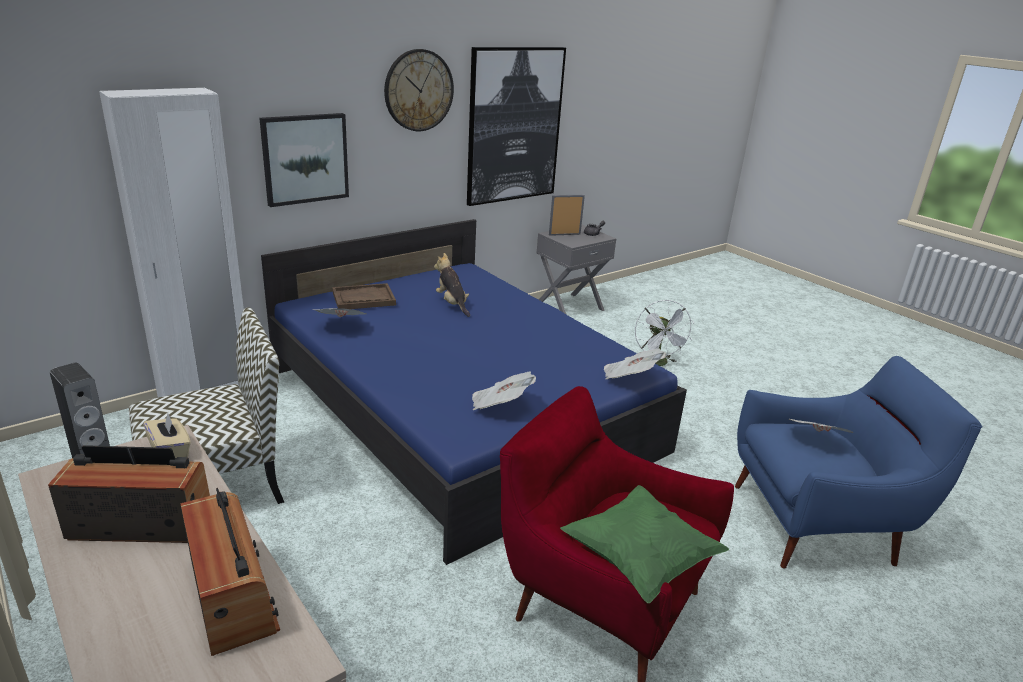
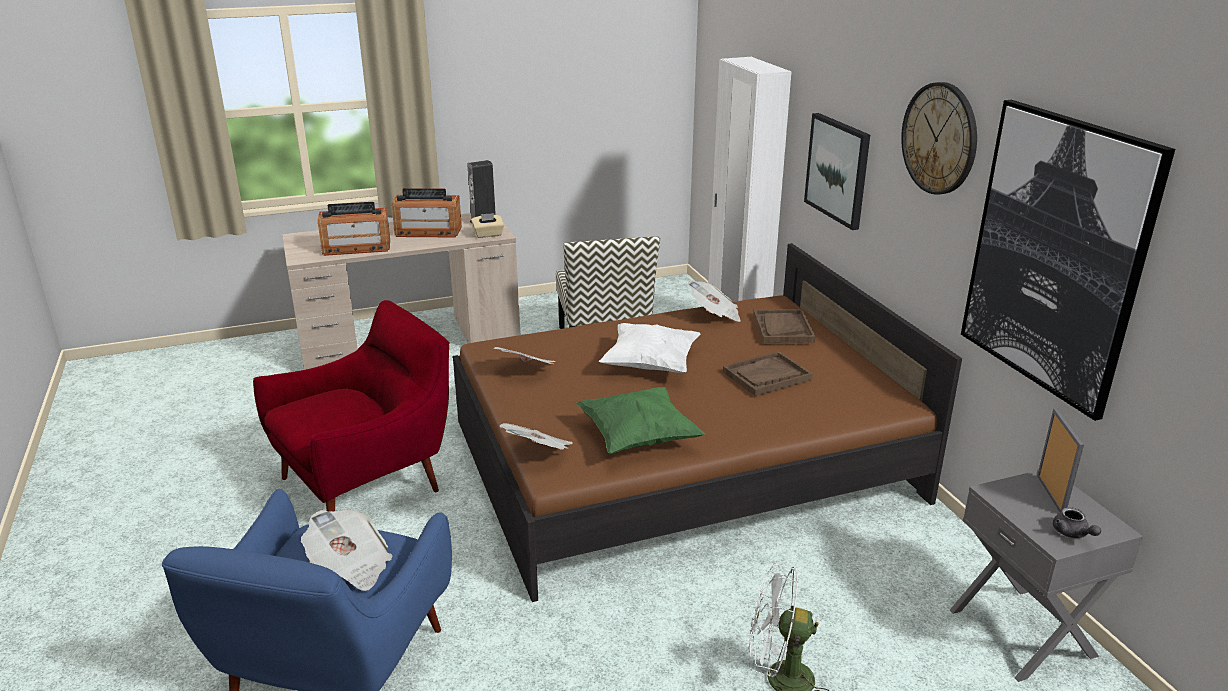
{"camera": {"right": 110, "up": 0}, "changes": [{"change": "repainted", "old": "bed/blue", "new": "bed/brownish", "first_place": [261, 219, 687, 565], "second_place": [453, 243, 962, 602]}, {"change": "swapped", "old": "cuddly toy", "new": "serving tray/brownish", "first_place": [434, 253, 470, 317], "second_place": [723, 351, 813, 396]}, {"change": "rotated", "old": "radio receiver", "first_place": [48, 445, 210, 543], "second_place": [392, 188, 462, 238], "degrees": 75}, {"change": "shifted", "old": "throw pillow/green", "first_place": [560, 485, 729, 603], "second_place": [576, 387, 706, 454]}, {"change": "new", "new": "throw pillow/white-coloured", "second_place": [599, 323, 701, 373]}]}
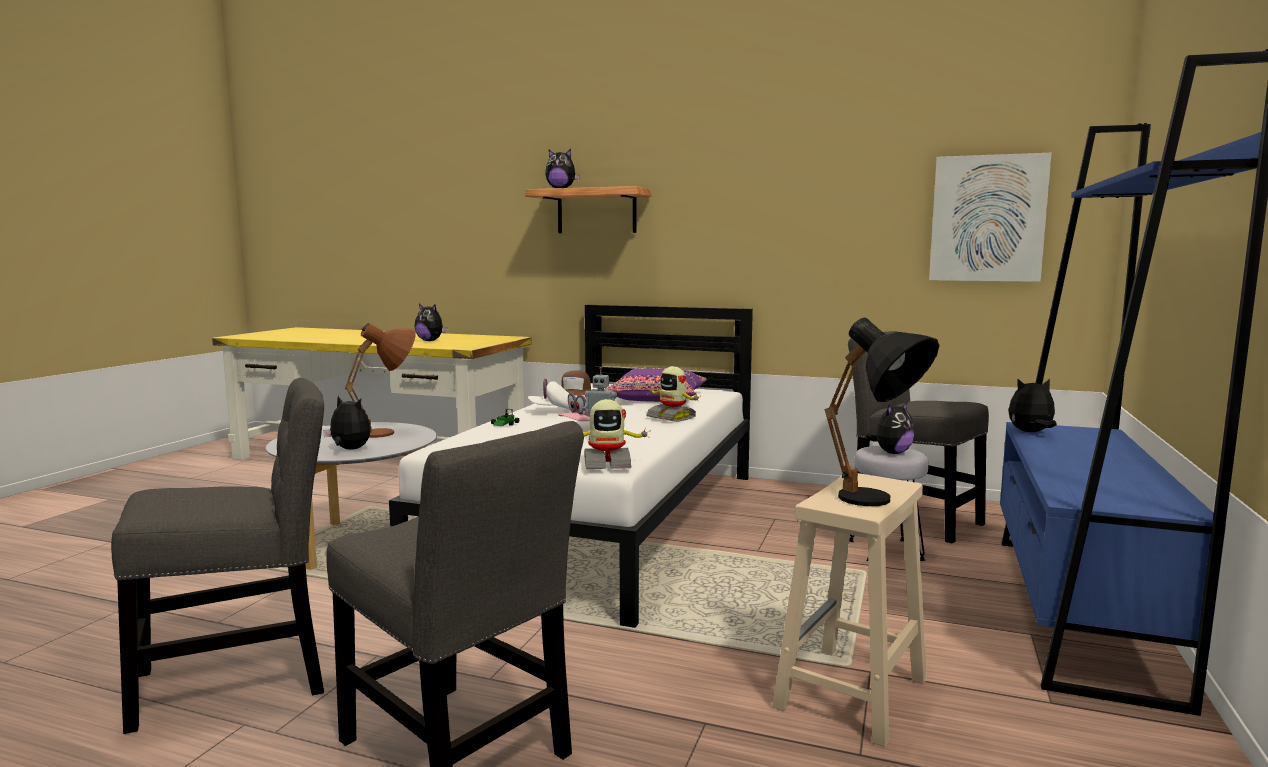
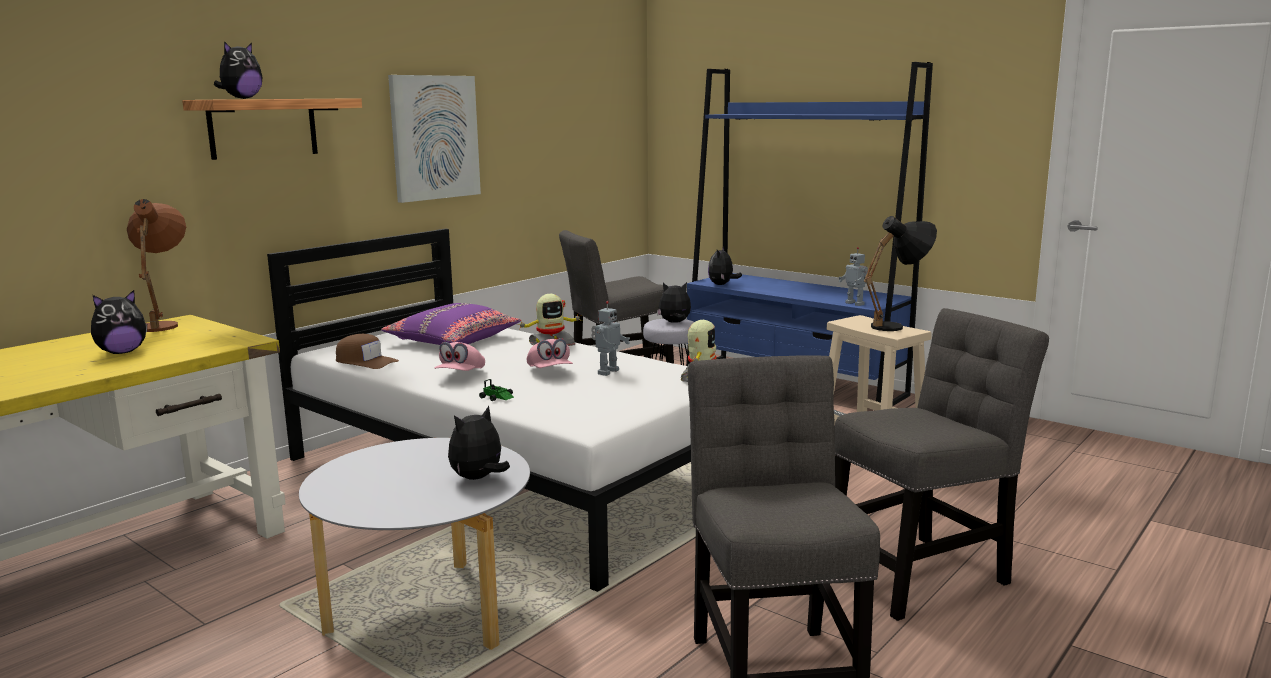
{"camera": {"right": -70, "up": 5}, "changes": [{"change": "shifted", "old": "wall art", "first_place": [929, 153, 1052, 282], "second_place": [388, 75, 481, 203]}, {"change": "shifted", "old": "table lamp/brownish", "first_place": [345, 323, 416, 438], "second_place": [127, 199, 186, 332]}, {"change": "repainted", "old": "peaked cap/white-coloured", "new": "peaked cap/pinkish", "first_place": [528, 379, 576, 410], "second_place": [435, 342, 485, 371]}, {"change": "rotated", "old": "cuddly toy", "first_place": [866, 401, 915, 454], "second_place": [657, 282, 691, 323], "degrees": -75}, {"change": "new", "new": "robot figure", "second_place": [838, 247, 868, 306]}]}
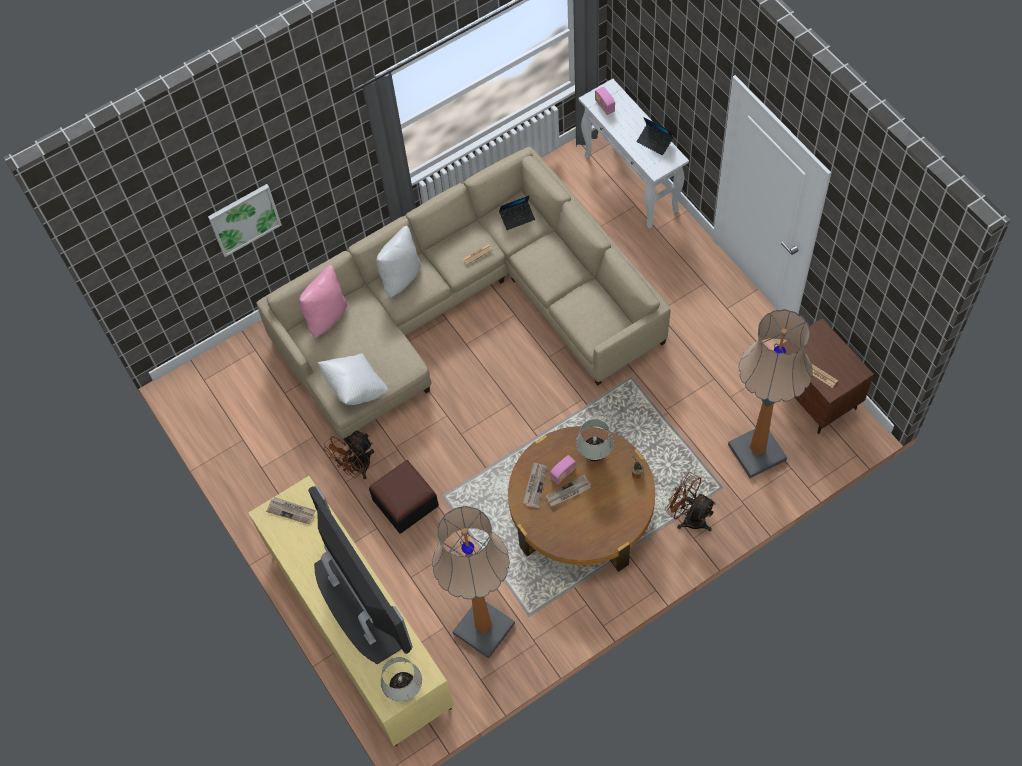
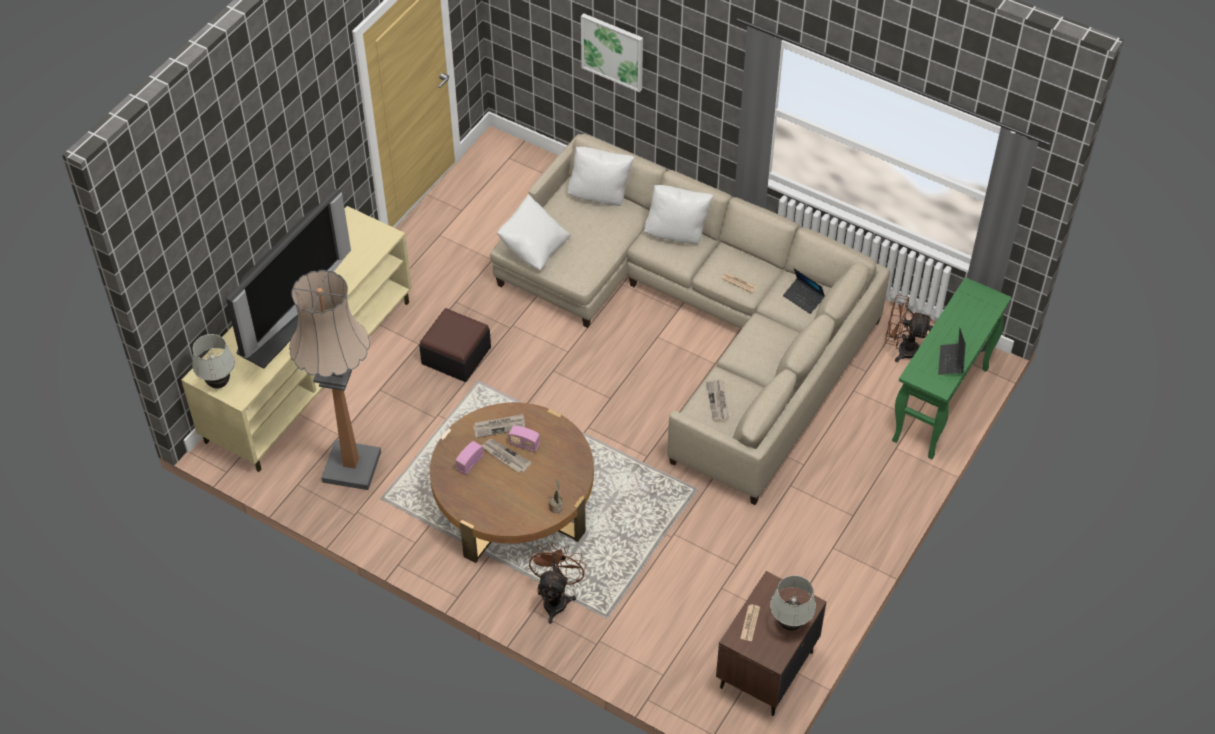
{"camera": {"right": 60, "up": -10}, "changes": [{"change": "repainted", "old": "hall table/white-coloured", "new": "hall table/green", "first_place": [579, 79, 689, 229], "second_place": [892, 277, 1012, 459]}, {"change": "shifted", "old": "radio receiver", "first_place": [595, 87, 615, 115], "second_place": [456, 441, 483, 475]}, {"change": "repainted", "old": "throw pillow/pinkish", "new": "throw pillow/white-coloured", "first_place": [299, 265, 347, 338], "second_place": [567, 147, 634, 206]}, {"change": "gone", "old": "floor lamp", "first_place": [728, 309, 813, 478]}, {"change": "shifted", "old": "table lamp/white-coloured", "first_place": [576, 419, 614, 461], "second_place": [770, 575, 816, 631]}, {"change": "shifted", "old": "electric fan/brownish", "first_place": [324, 430, 374, 480], "second_place": [885, 295, 933, 362]}, {"change": "shifted", "old": "daily paper", "first_place": [266, 497, 316, 524], "second_place": [706, 379, 729, 421]}]}
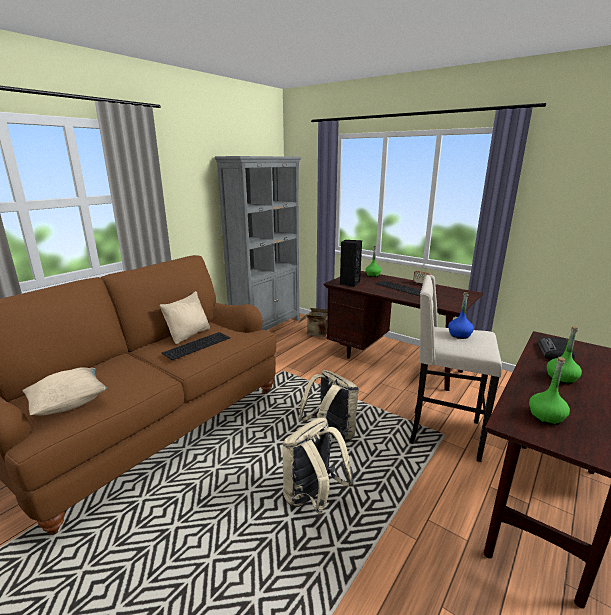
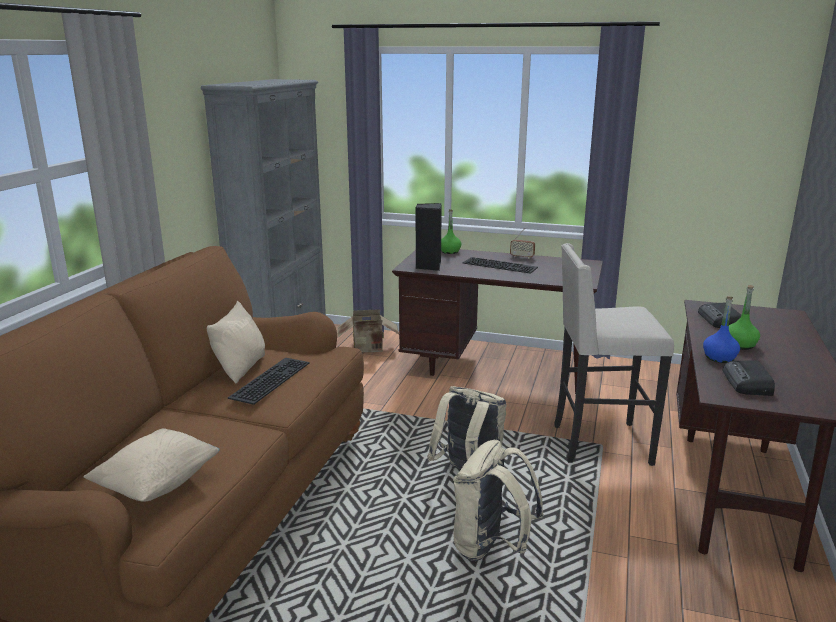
{"camera": {"right": -20, "up": 0}, "changes": [{"change": "shifted", "old": "beverage bottle/blue", "first_place": [448, 292, 474, 339], "second_place": [703, 296, 740, 363]}, {"change": "swapped", "old": "beverage bottle/green", "new": "radio receiver", "first_place": [529, 357, 570, 425], "second_place": [722, 360, 775, 396]}]}
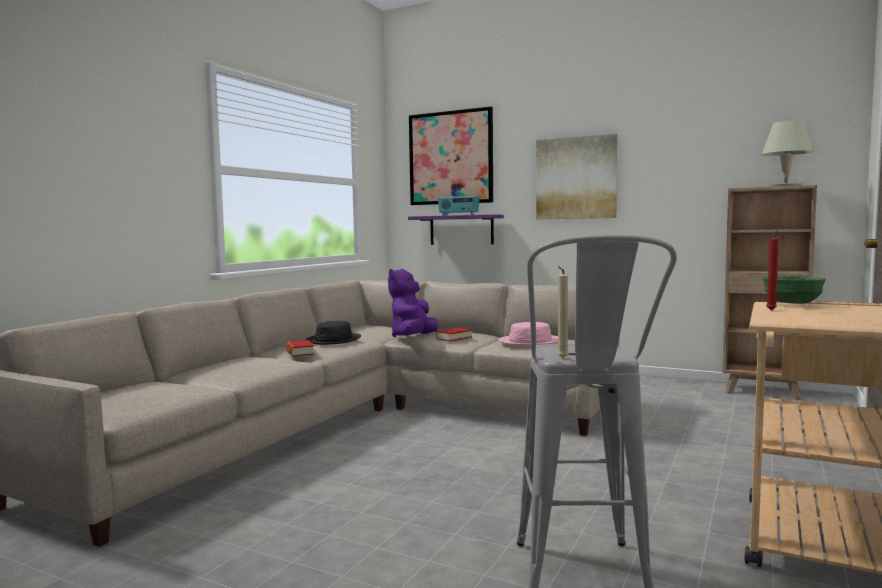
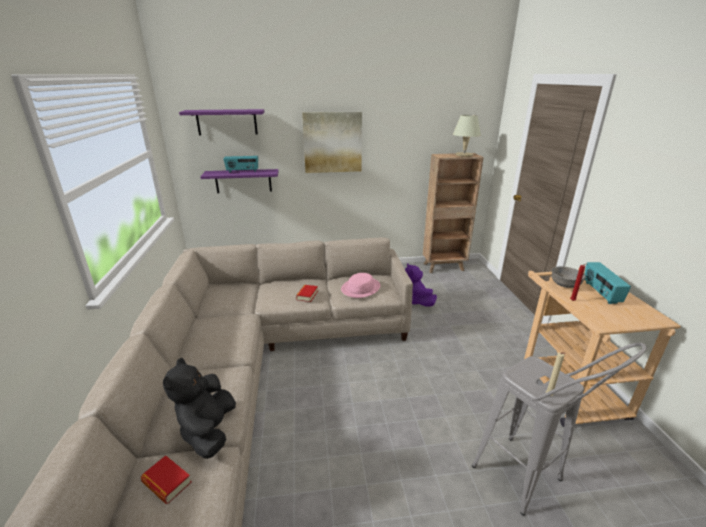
{"camera": {"right": -35, "up": 20}, "changes": [{"change": "swapped", "old": "wall art", "new": "bracket shelf/purple", "first_place": [409, 107, 493, 205], "second_place": [179, 109, 264, 136]}, {"change": "shifted", "old": "cuddly toy/purple", "first_place": [388, 269, 438, 337], "second_place": [405, 263, 437, 307]}, {"change": "repainted", "old": "deep dish/green", "new": "deep dish/grey", "first_place": [763, 275, 826, 304], "second_place": [551, 266, 586, 288]}, {"change": "gone", "old": "hat/black", "first_place": [306, 321, 361, 345]}, {"change": "shifted", "old": "volume", "first_place": [285, 340, 314, 356], "second_place": [140, 455, 191, 504]}, {"change": "new", "new": "radio receiver", "second_place": [584, 262, 631, 304]}, {"change": "new", "new": "cuddly toy/black", "second_place": [163, 358, 236, 459]}]}
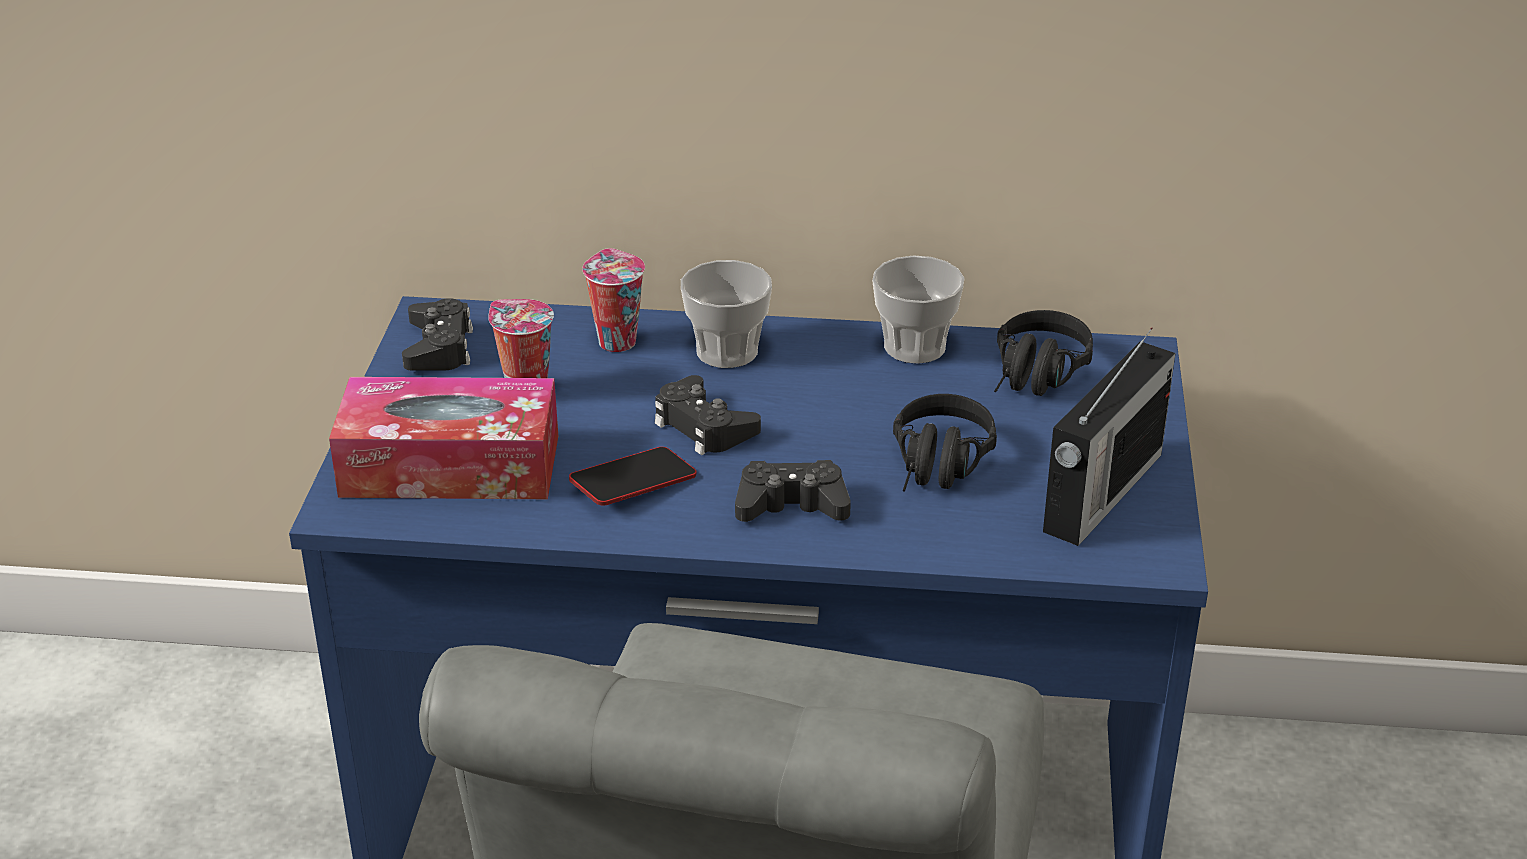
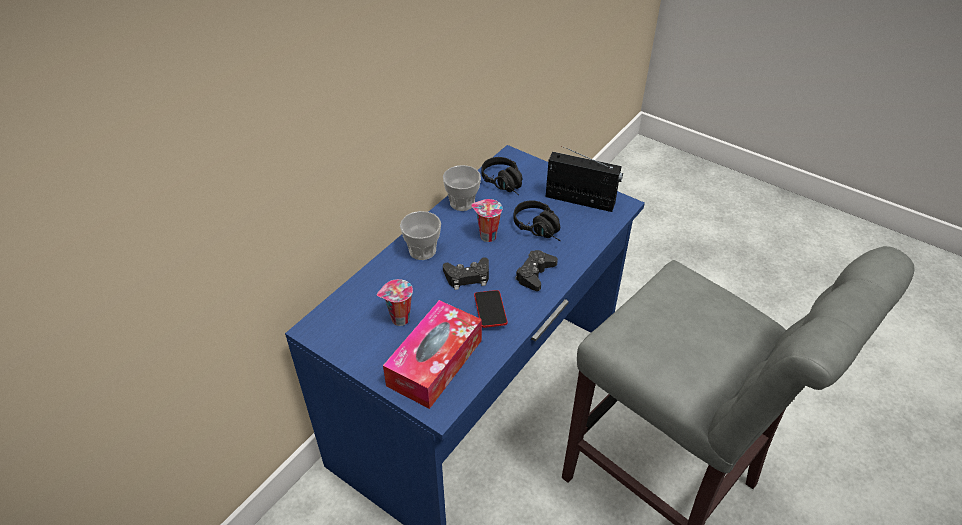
{"camera": {"right": -60, "up": 10}, "changes": [{"change": "shifted", "old": "cup", "first_place": [582, 248, 645, 352], "second_place": [471, 199, 503, 242]}, {"change": "gone", "old": "joypad/black", "first_place": [402, 298, 473, 370]}, {"change": "rotated", "old": "radio receiver", "first_place": [1043, 328, 1175, 546], "second_place": [546, 146, 623, 212], "degrees": -45}]}
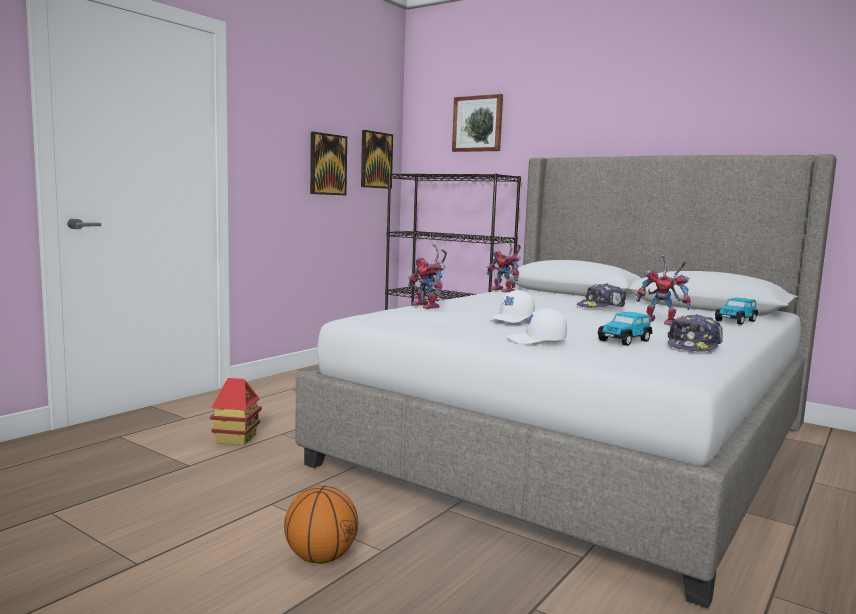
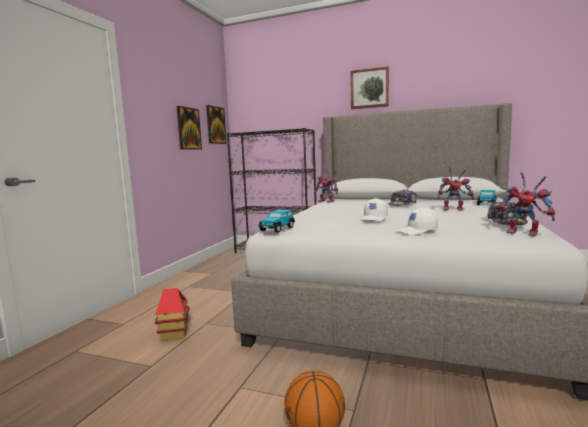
{"camera": {"right": -15, "up": 0}, "changes": [{"change": "shifted", "old": "wall art", "first_place": [452, 94, 503, 152], "second_place": [350, 66, 389, 109]}, {"change": "shifted", "old": "robot figure", "first_place": [408, 244, 447, 309], "second_place": [499, 172, 555, 236]}, {"change": "shifted", "old": "toy car", "first_place": [598, 312, 652, 346], "second_place": [259, 209, 295, 232]}]}
